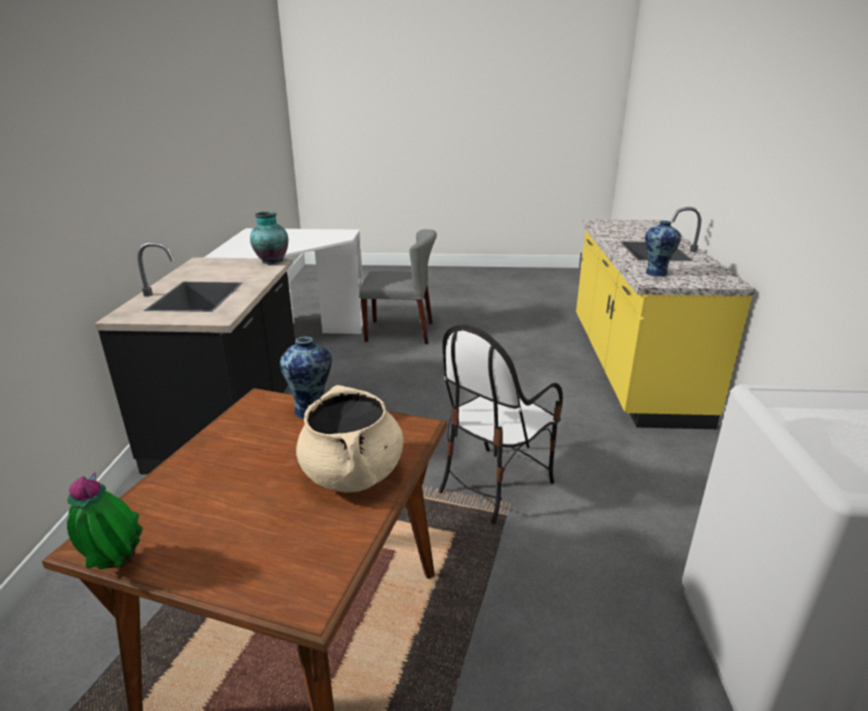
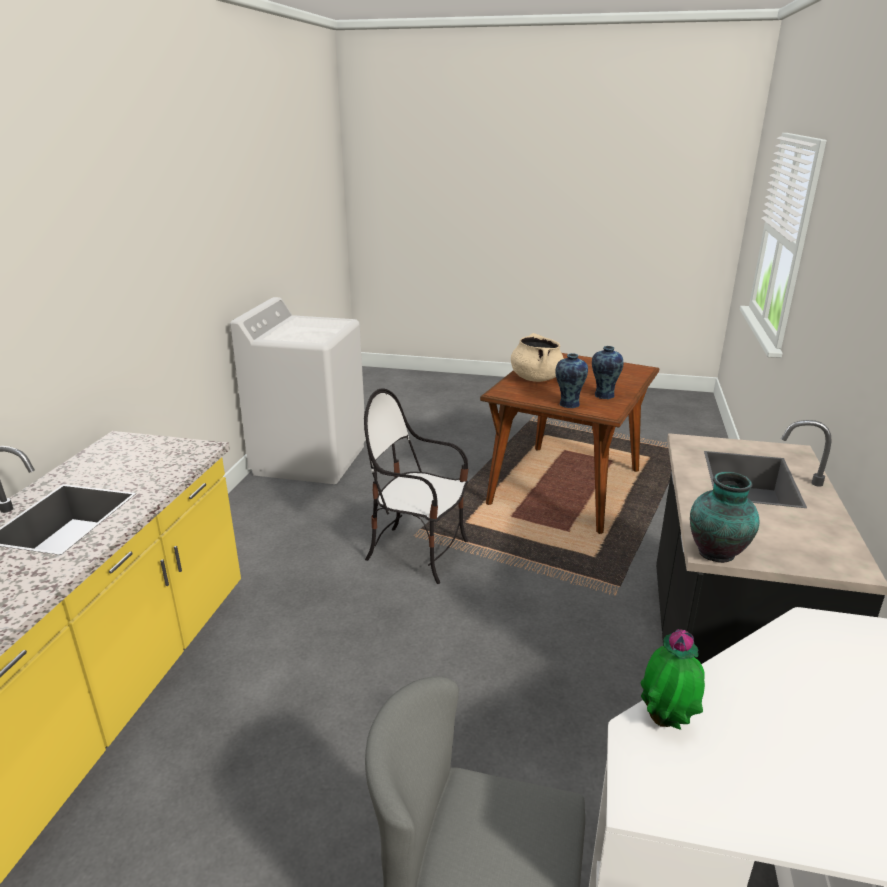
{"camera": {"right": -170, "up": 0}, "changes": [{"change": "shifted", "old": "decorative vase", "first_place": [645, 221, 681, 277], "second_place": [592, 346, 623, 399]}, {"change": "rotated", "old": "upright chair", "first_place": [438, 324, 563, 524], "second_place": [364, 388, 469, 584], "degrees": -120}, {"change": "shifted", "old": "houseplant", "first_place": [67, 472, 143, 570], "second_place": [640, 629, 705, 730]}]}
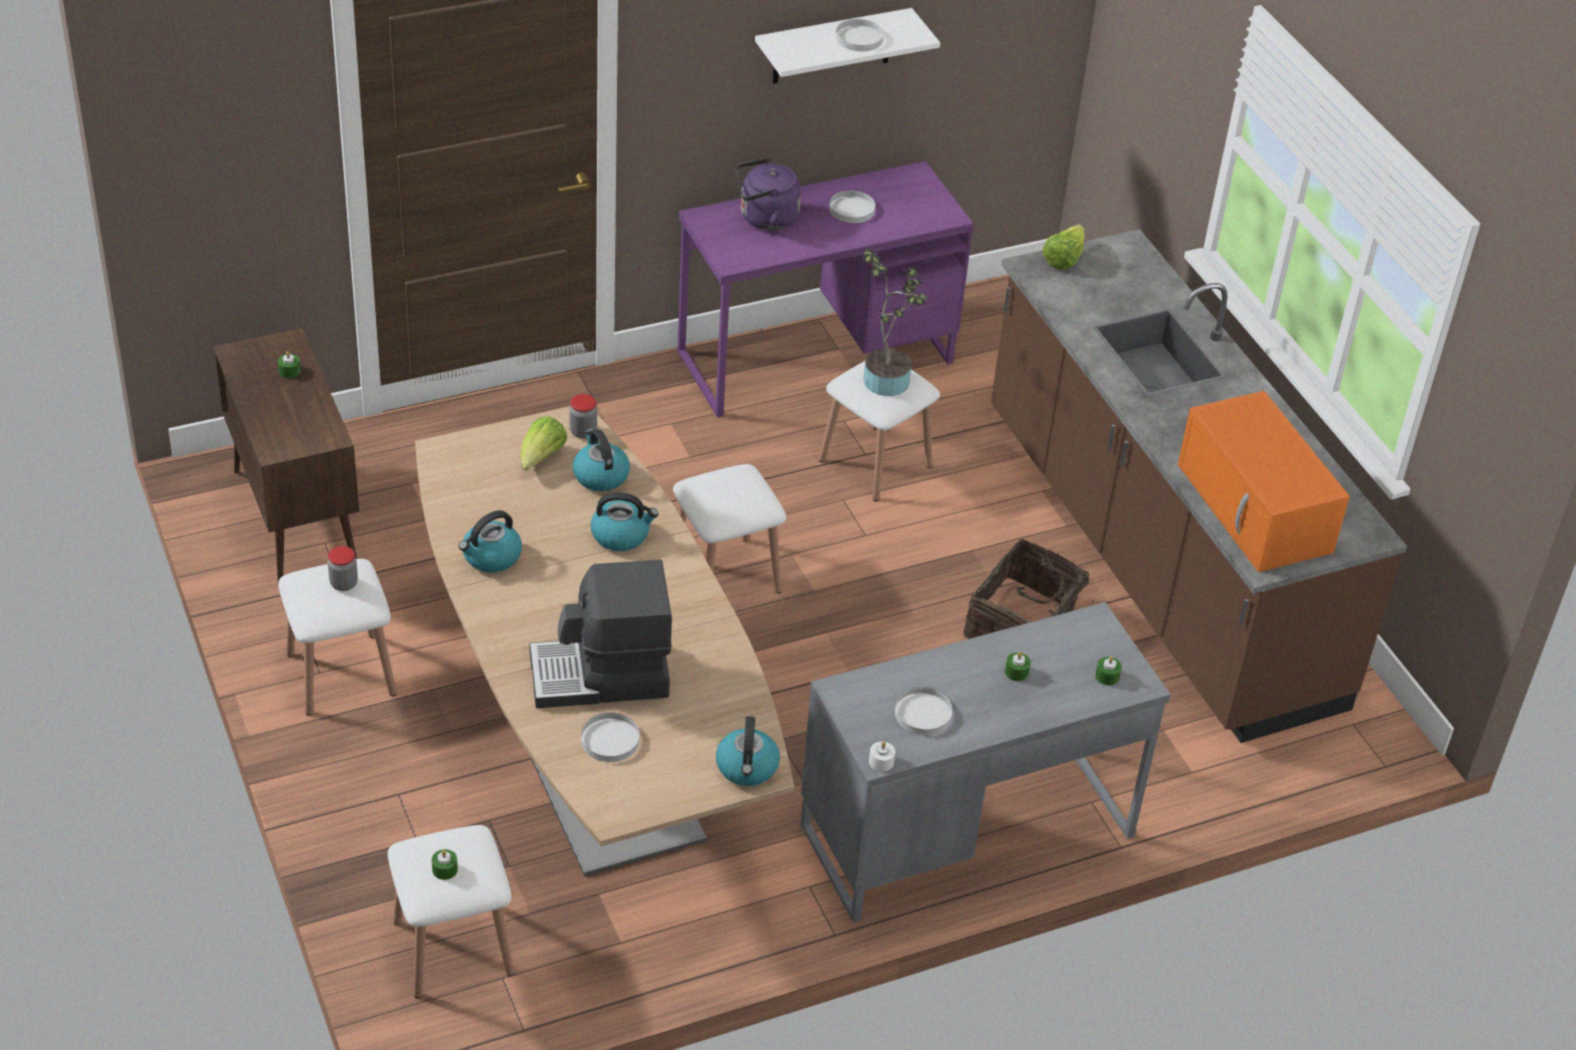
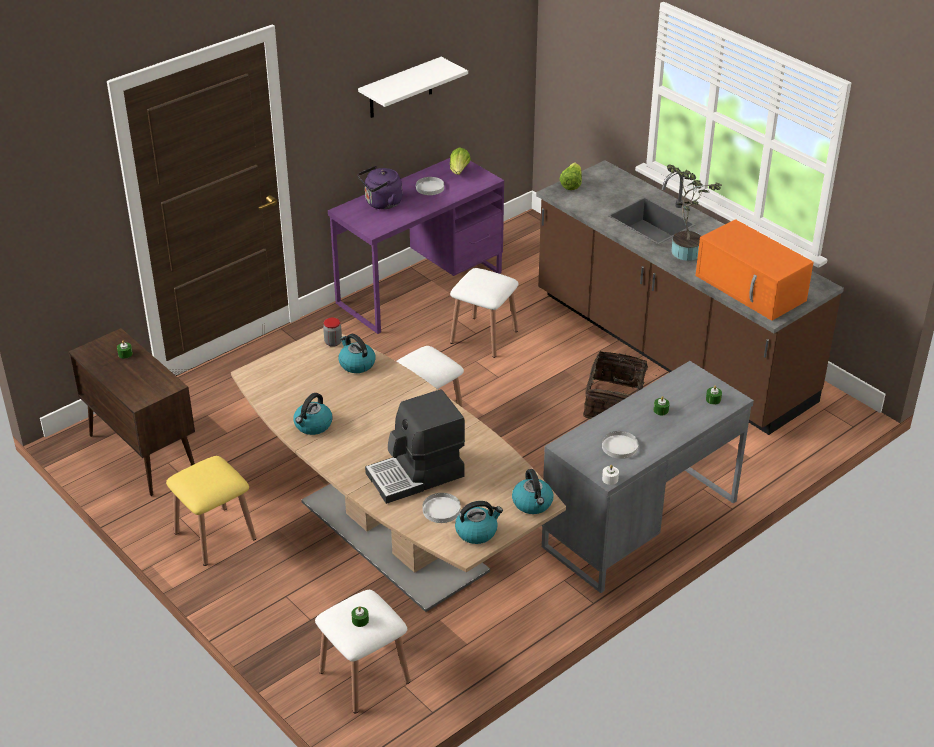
{"camera": {"right": -15, "up": -5}, "changes": [{"change": "gone", "old": "plate/white-coloured", "first_place": [836, 19, 884, 51]}, {"change": "shifted", "old": "houseplant", "first_place": [862, 249, 928, 396], "second_place": [667, 164, 722, 261]}, {"change": "shifted", "old": "lettuce head", "first_place": [520, 416, 567, 471], "second_place": [450, 147, 471, 175]}, {"change": "shifted", "old": "kettle", "first_place": [591, 492, 659, 551], "second_place": [455, 501, 503, 544]}, {"change": "gone", "old": "jar", "first_place": [328, 546, 358, 591]}, {"change": "repainted", "old": "stool/white-coloured", "new": "stool/yellow-coloured", "first_place": [278, 559, 397, 716], "second_place": [166, 456, 256, 566]}]}
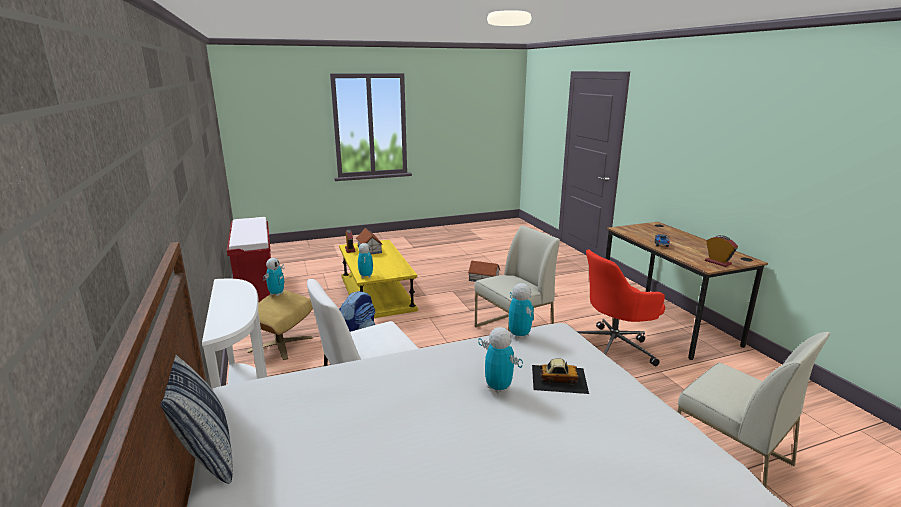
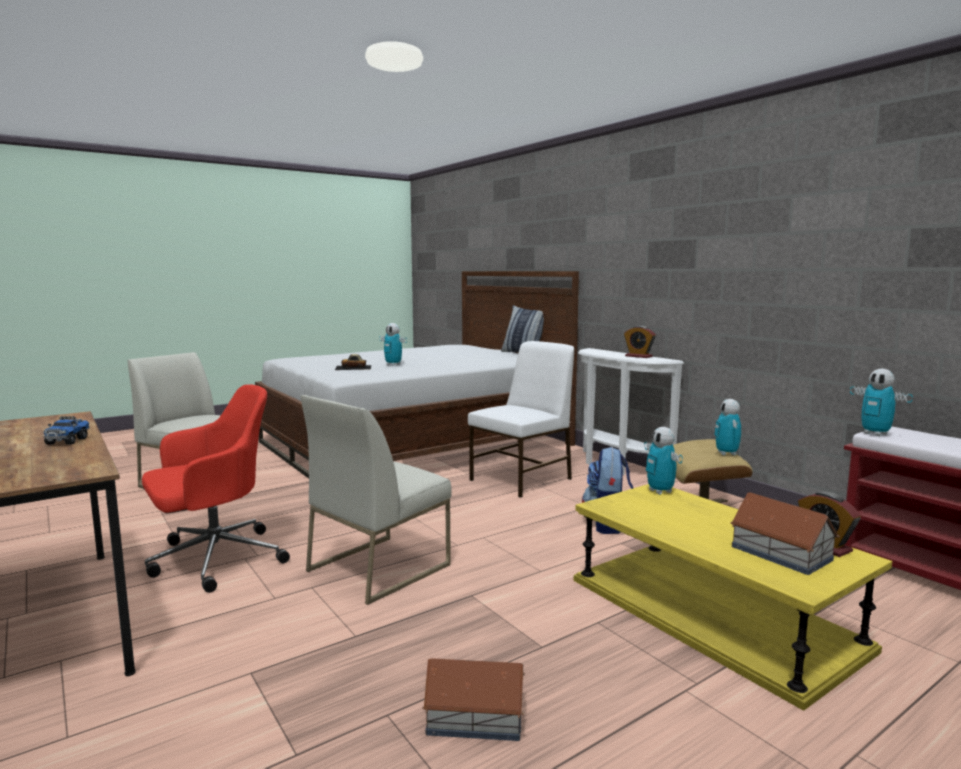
{"camera": {"right": 165, "up": -10}, "changes": [{"change": "shifted", "old": "bedside clock", "first_place": [705, 235, 738, 267], "second_place": [624, 326, 656, 358]}, {"change": "shifted", "old": "robot figure", "first_place": [509, 283, 534, 339], "second_place": [850, 368, 913, 436]}]}
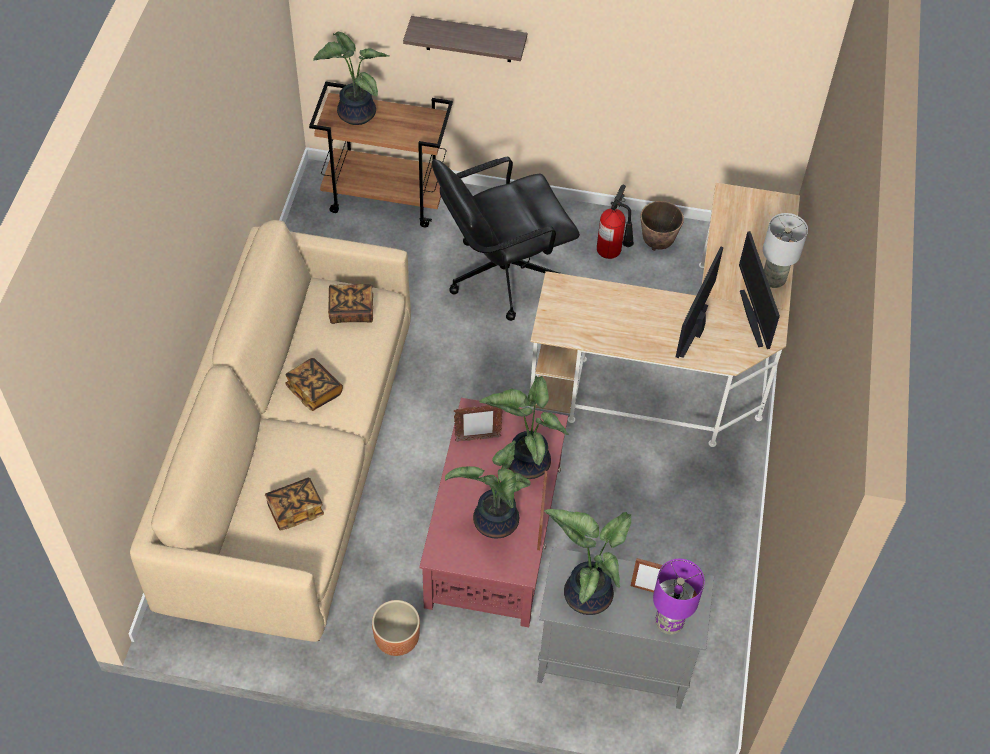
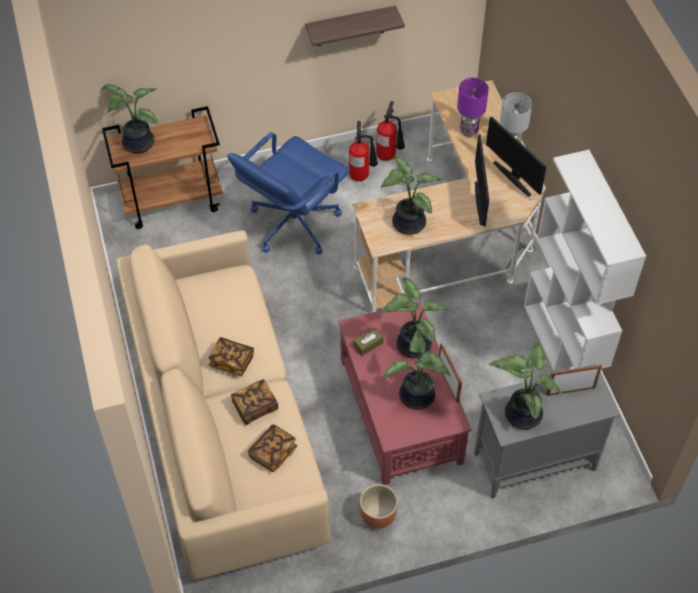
{"camera": {"right": -25, "up": 0}, "changes": [{"change": "shifted", "old": "bracket shelf", "first_place": [403, 16, 527, 62], "second_place": [305, 5, 405, 46]}, {"change": "repainted", "old": "desk chair/black", "new": "desk chair/blue", "first_place": [432, 157, 580, 321], "second_place": [227, 132, 350, 254]}, {"change": "swapped", "old": "plant pot", "new": "fire extinguisher", "first_place": [641, 201, 684, 251], "second_place": [376, 101, 405, 161]}, {"change": "shifted", "old": "volume", "first_place": [328, 284, 373, 324], "second_place": [231, 379, 278, 425]}, {"change": "swapped", "old": "picture frame", "new": "tissue holder/brownish", "first_place": [454, 405, 503, 442], "second_place": [353, 328, 383, 356]}, {"change": "shifted", "old": "table lamp/purple", "first_place": [653, 559, 705, 634], "second_place": [457, 78, 489, 137]}, {"change": "new", "new": "bookcase/white-coloured", "second_place": [524, 150, 646, 372]}, {"change": "new", "new": "houseplant", "second_place": [381, 156, 444, 235]}]}
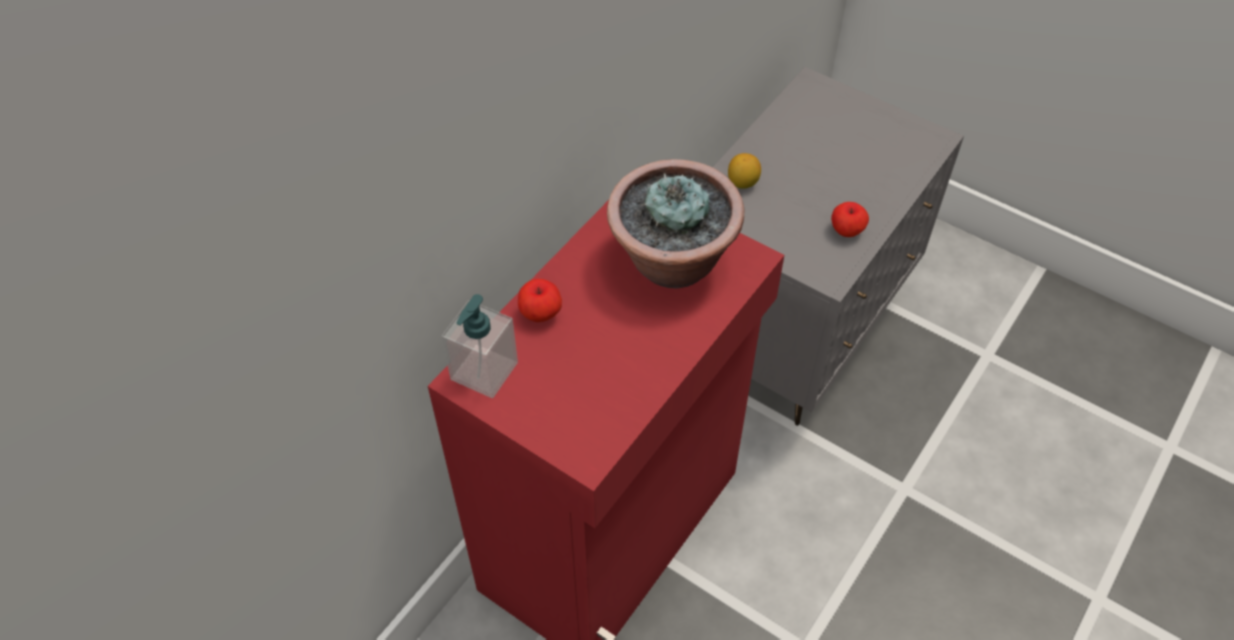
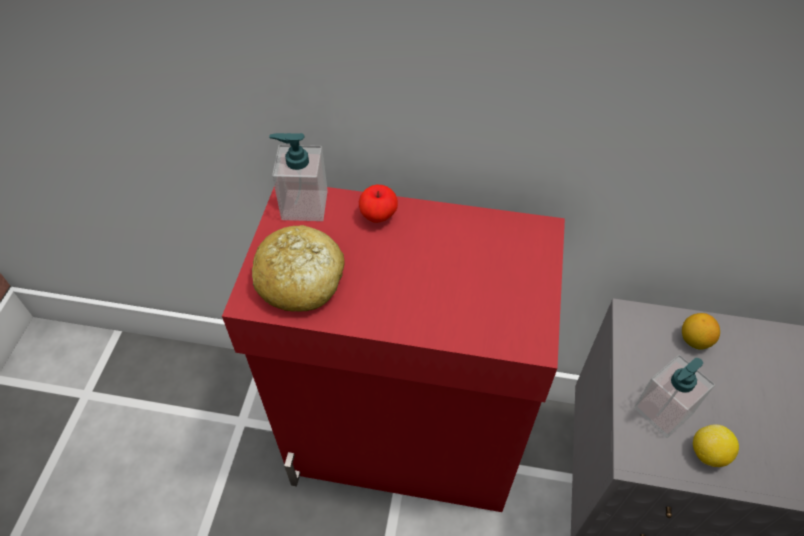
{"camera": {"right": 65, "up": 0}, "changes": [{"change": "gone", "old": "houseplant", "first_place": [607, 159, 744, 288]}, {"change": "swapped", "old": "whole apple", "new": "lemon", "first_place": [831, 202, 869, 237], "second_place": [693, 424, 739, 467]}, {"change": "new", "new": "baked bread", "second_place": [252, 225, 345, 312]}, {"change": "new", "new": "soap dispenser", "second_place": [634, 355, 715, 438]}]}
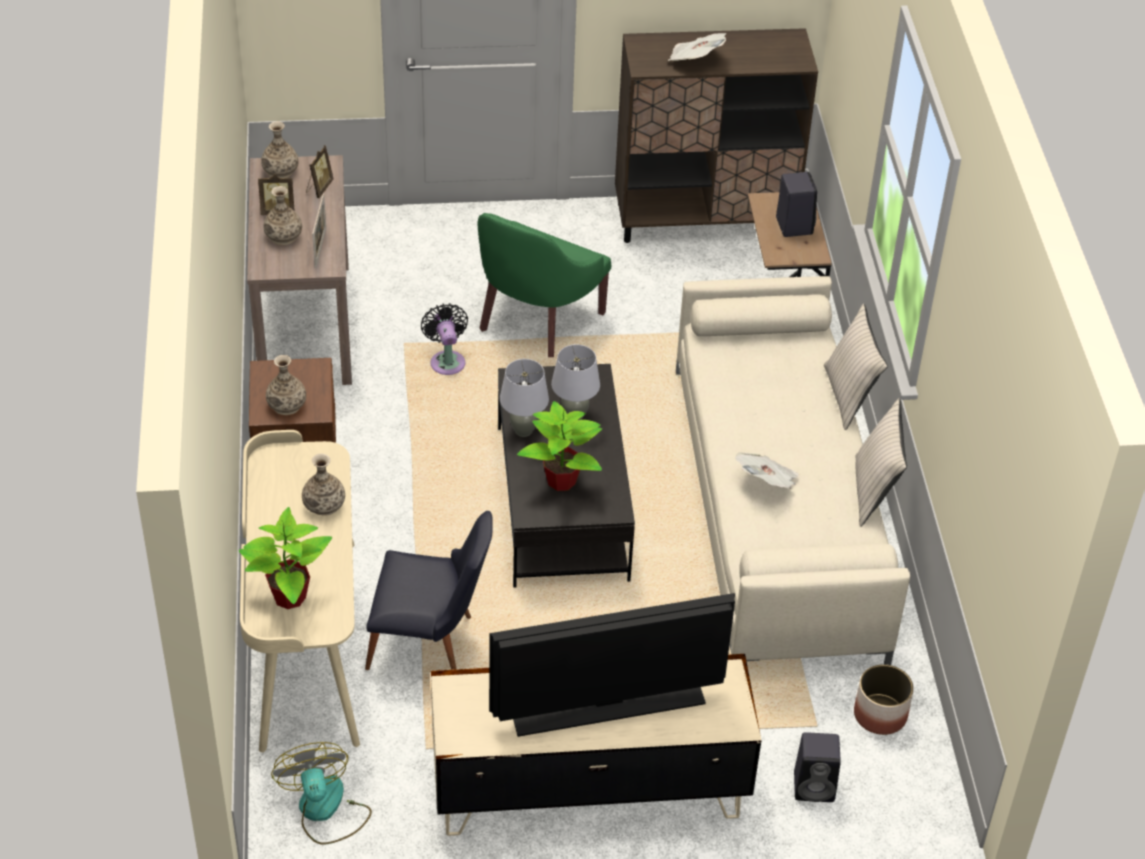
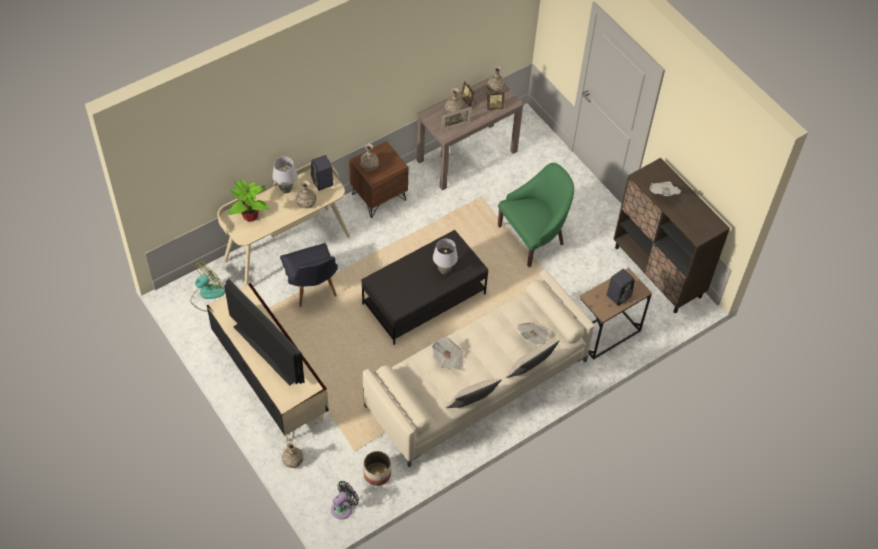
{"camera": {"right": 60, "up": 10}, "changes": [{"change": "rotated", "old": "armchair/green", "first_place": [478, 213, 611, 357], "second_place": [498, 163, 574, 267], "degrees": 150}, {"change": "shifted", "old": "electric fan/black", "first_place": [421, 303, 468, 375], "second_place": [331, 481, 359, 519]}, {"change": "shifted", "old": "table lamp/grey", "first_place": [500, 359, 549, 437], "second_place": [272, 157, 297, 194]}, {"change": "gone", "old": "houseplant", "first_place": [517, 401, 602, 491]}, {"change": "shifted", "old": "speaker/black", "first_place": [794, 732, 841, 802], "second_place": [311, 155, 333, 191]}, {"change": "new", "new": "daily paper", "second_place": [517, 322, 550, 344]}, {"change": "new", "new": "decorative vase", "second_place": [282, 442, 304, 468]}]}
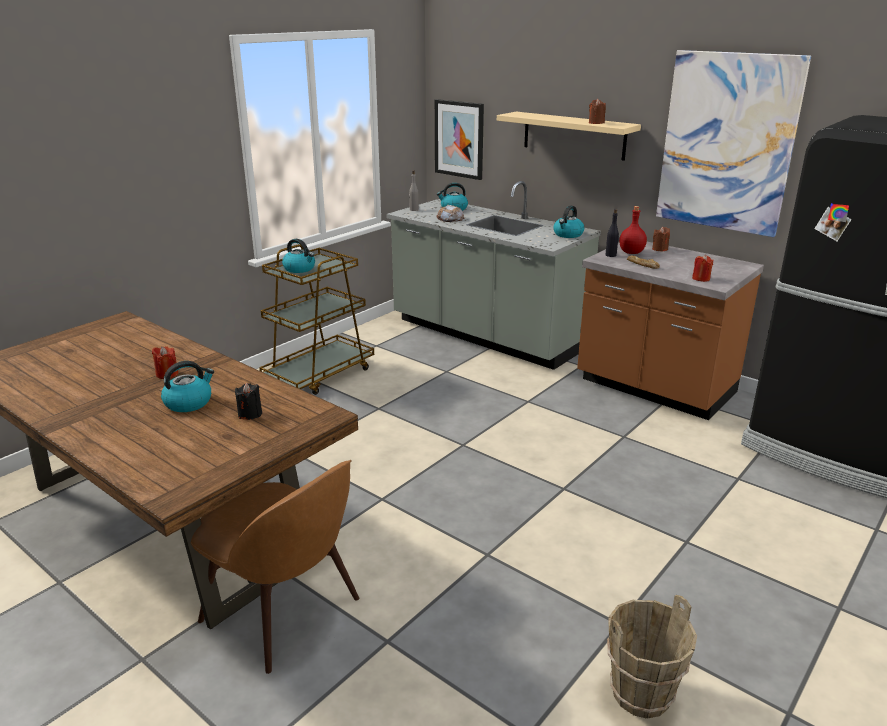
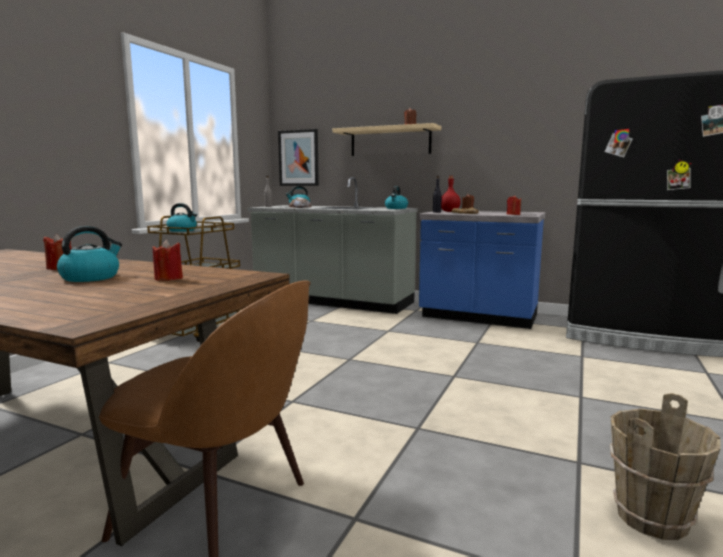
{"camera": {"right": -15, "up": -15}, "changes": [{"change": "gone", "old": "wall art", "first_place": [656, 50, 811, 237]}, {"change": "repainted", "old": "kitchen counter/brownish", "new": "kitchen counter/blue", "first_place": [577, 242, 764, 420], "second_place": [419, 210, 545, 329]}, {"change": "repainted", "old": "wax light/black", "new": "wax light/reddish", "first_place": [235, 383, 262, 420], "second_place": [153, 240, 183, 281]}]}
